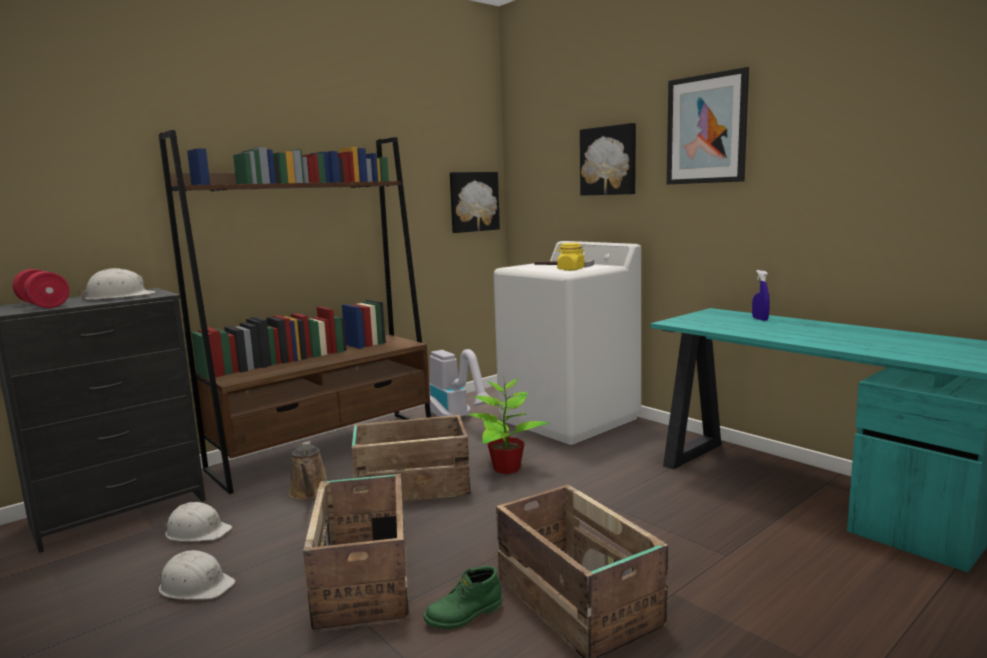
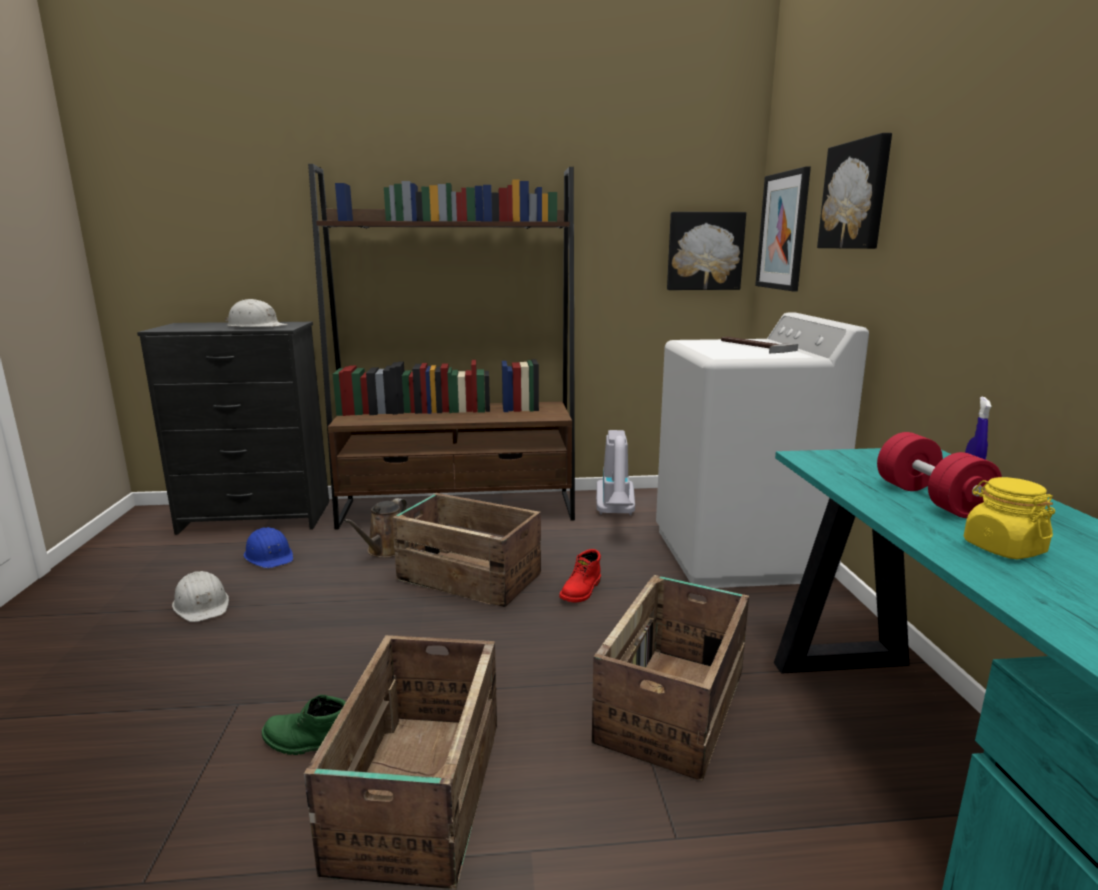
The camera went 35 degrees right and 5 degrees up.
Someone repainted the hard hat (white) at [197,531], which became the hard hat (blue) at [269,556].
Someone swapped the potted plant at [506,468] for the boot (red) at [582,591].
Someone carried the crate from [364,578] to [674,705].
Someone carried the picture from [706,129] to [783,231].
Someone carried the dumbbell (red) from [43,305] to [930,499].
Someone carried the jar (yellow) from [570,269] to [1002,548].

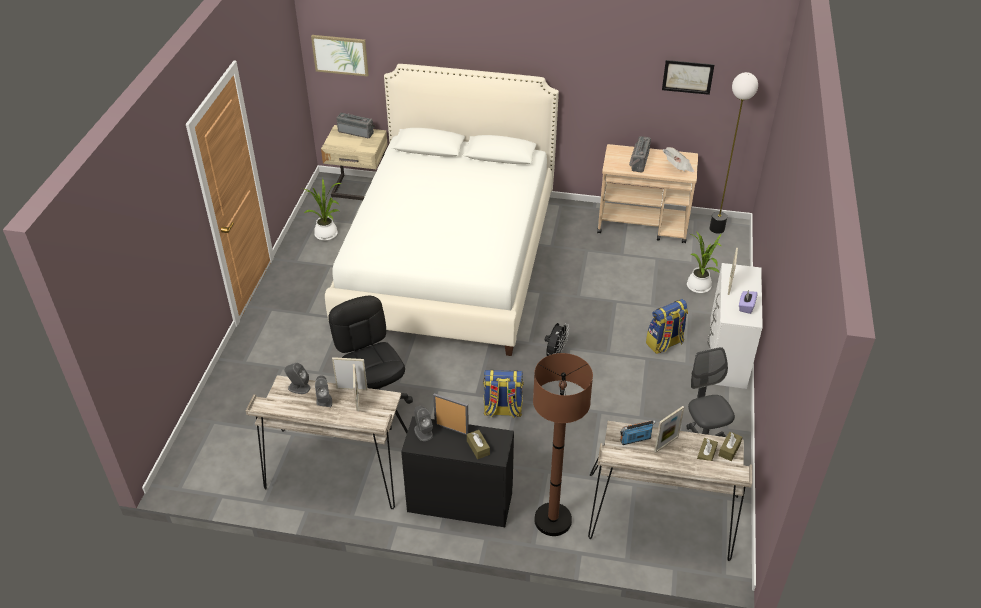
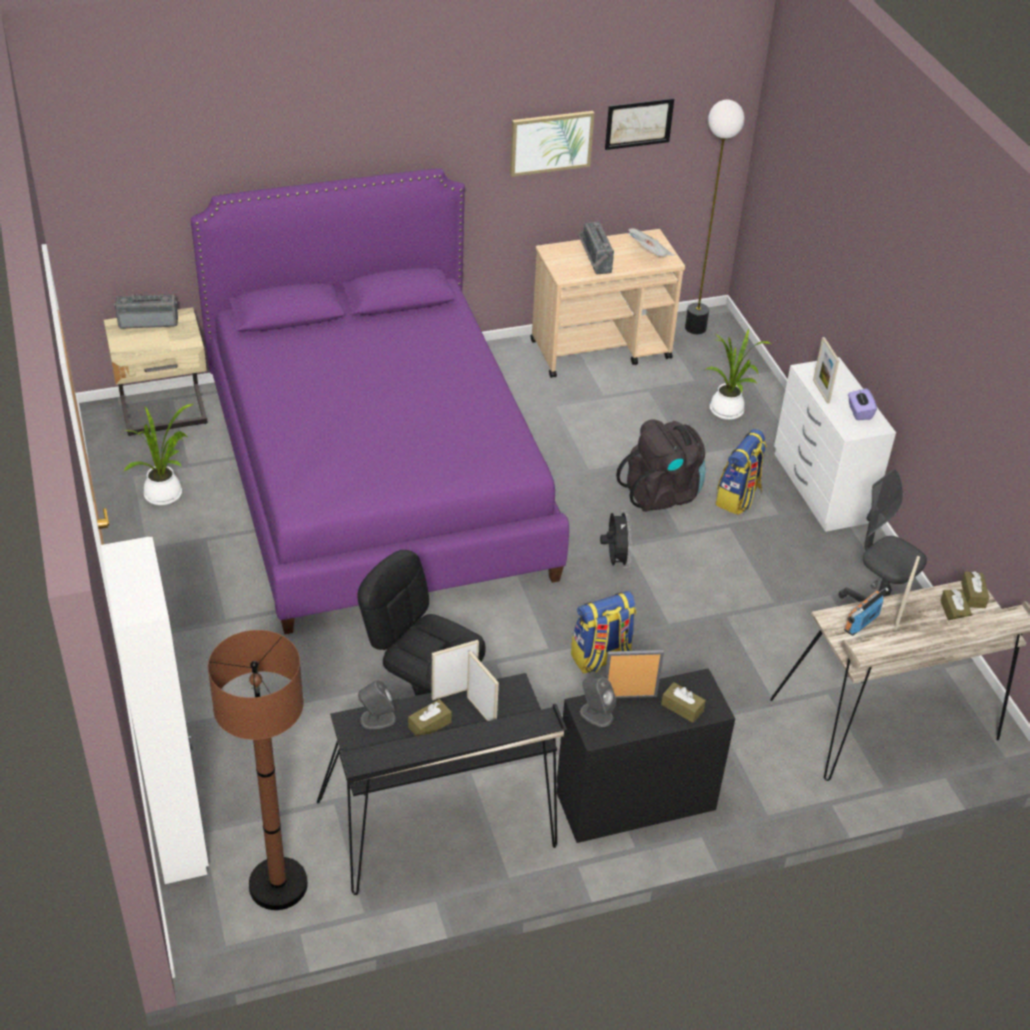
The camera went 30 degrees left and 0 degrees up.
Someone put down the wardrobe (white) at [180,837].
Someone repainted the bed (white) at [449,261], which became the bed (purple) at [377,477].
Someone carried the floor lamp (brown) from [552,520] to [278,885].
Someone repainted the desk (beige) at [338,471], which became the desk (black) at [441,827].
Someone swapped the speaker (grey) at [324,401] for the tissue box (brown) at [429,725].
Someone carried the picture from [340,55] to [551,142].
Someone put down the backpack (black) at [662,493].

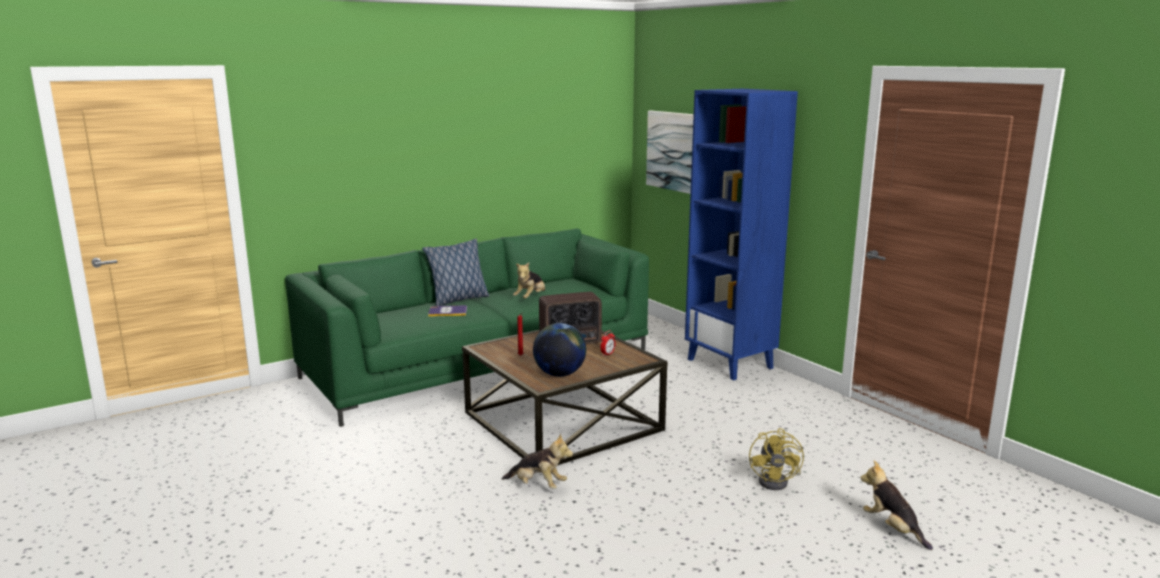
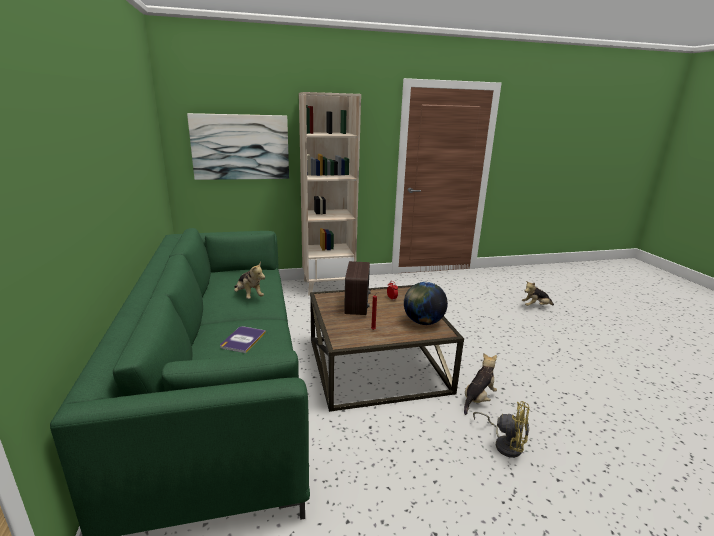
The camera went 70 degrees left and 5 degrees up.
Someone repainted the bookcase (blue) at [730,364], which became the bookcase (beige) at [328,286].
Someone carried the fan (yellow) from [777,481] to [504,443].
Someone took away the pillow at [458,300].

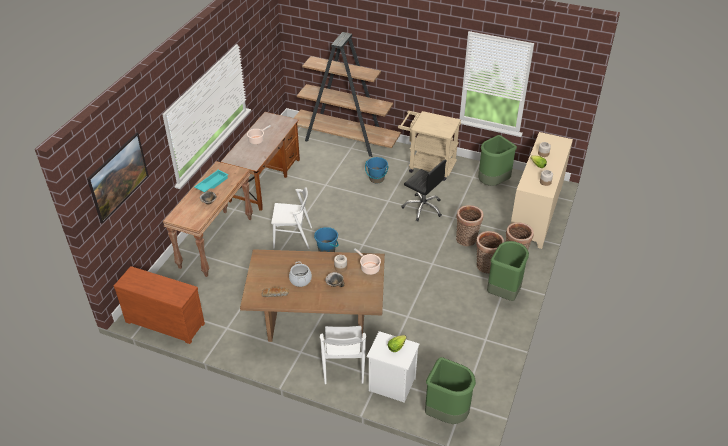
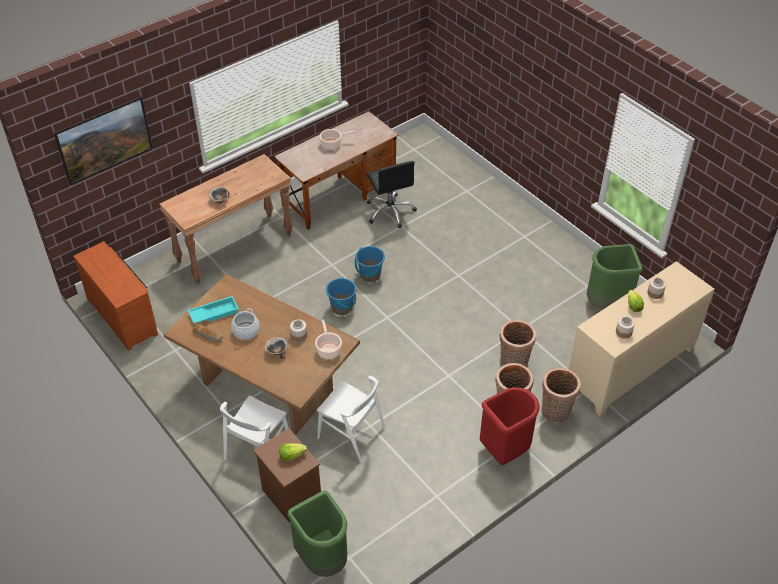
The camera went 30 degrees right and 5 degrees up.
Someone carried the tray (turquoise) from [211,183] to [214,313].
Someone repainted the nightstand (white) at [390,385], which became the nightstand (brown) at [290,495].
Someone carried the chair (white) from [293,237] to [351,433].
Someone carried the bucket (blue) from [376,179] to [370,275].
Someone carried the office chair (black) from [423,208] to [390,211].
Someone repainted the trash can (green) at [503,293], which became the trash can (red) at [505,450].
Someone took away the bookcase (brown) at [345,140].
Someone took away the cart (beige) at [427,166].

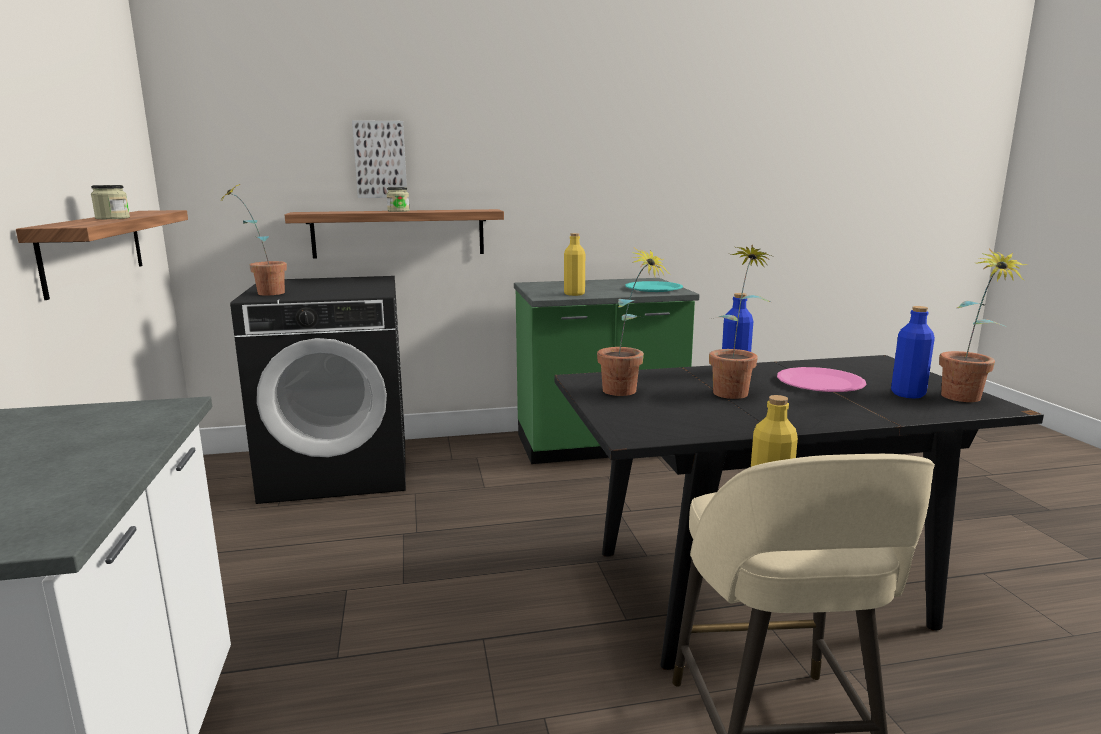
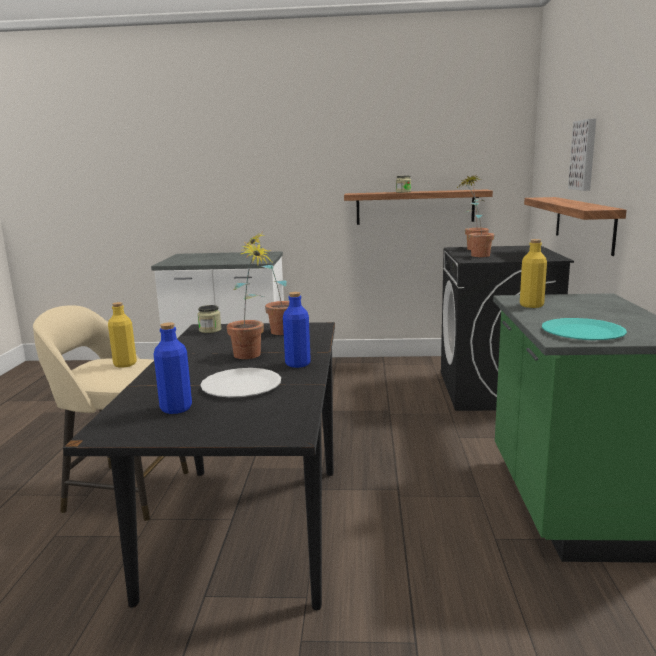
The camera went 105 degrees right and 0 degrees up.
Someone carried the jar from [398,211] to [210,330].
Someone repainted the plate (pink) at [820,382], which became the plate (white) at [241,385].
Someone carried the potted plant from [965,400] to [474,255].

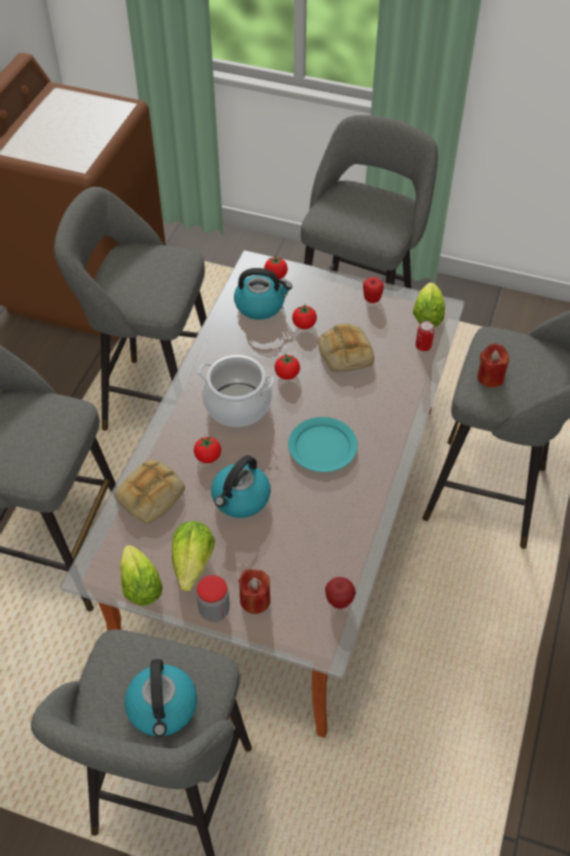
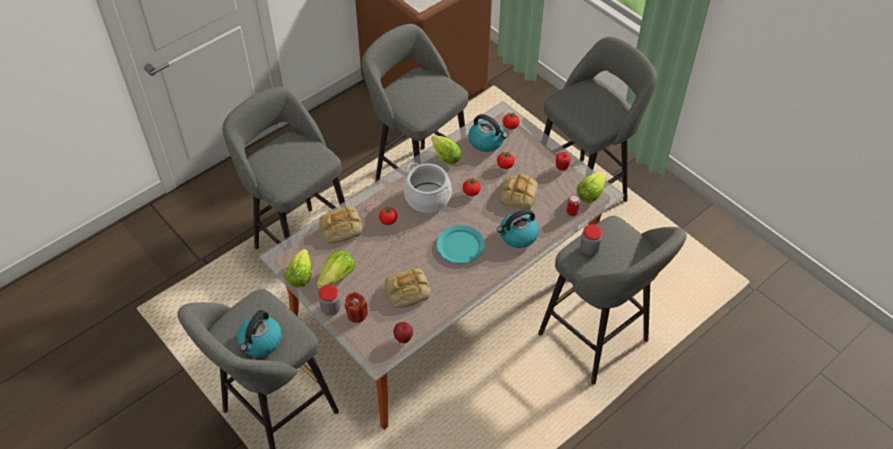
The camera went 30 degrees right and 0 degrees up.
Someone put down the bread at [407,291].
Someone put down the lettuce at [444,156].
Someone carried the kettle from [240,499] to [517,236].
Someone swapped the candle (red) at [490,377] for the jar at [589,249].

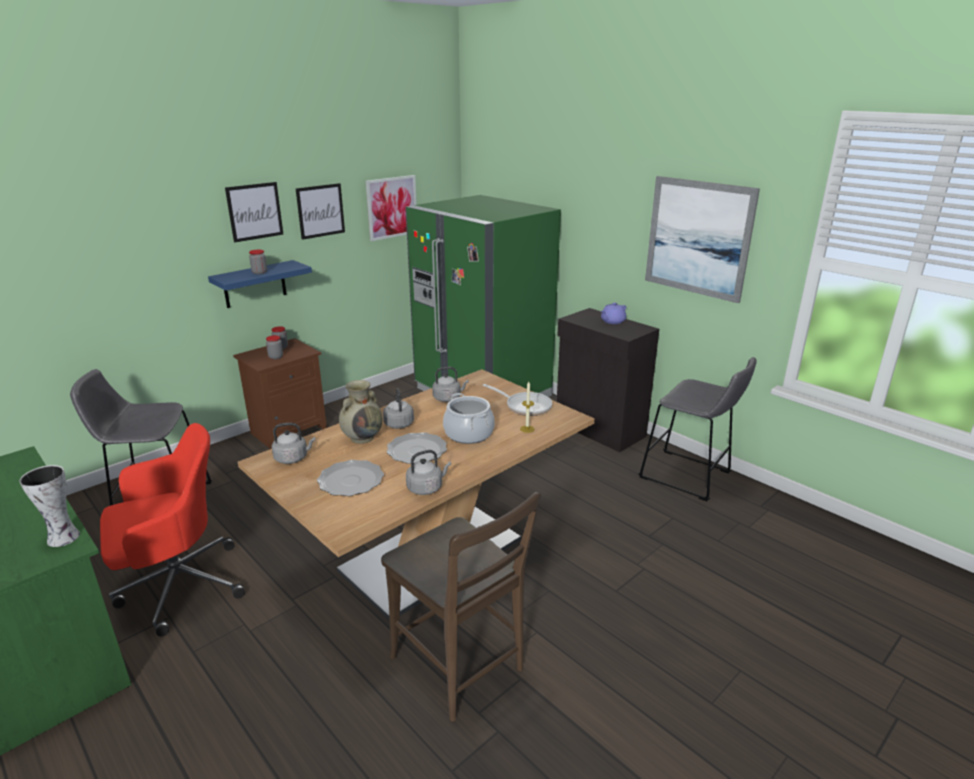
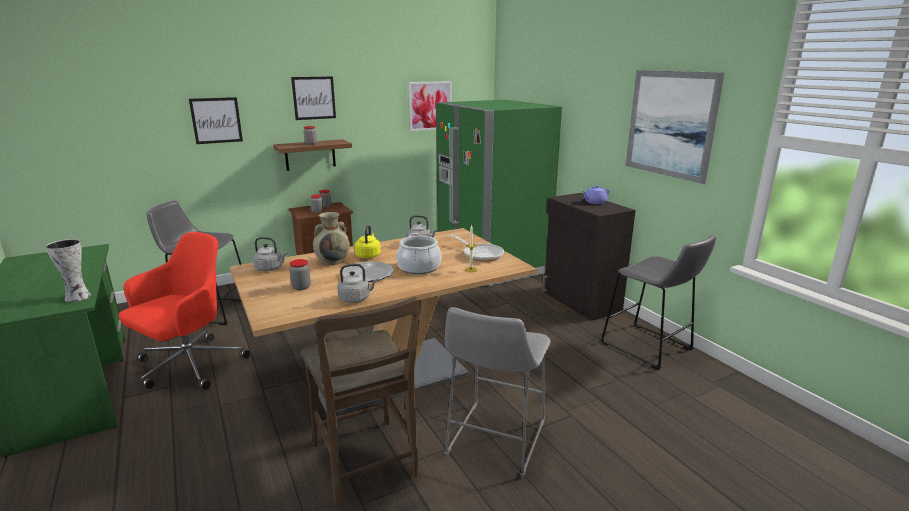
The camera went 15 degrees right and 5 degrees down.
Someone rotated the office chair (red) at [178,586] by 45 degrees counterclockwise.
Someone carried the picture from [320,211] to [216,120].
Someone repainted the shelf (blue) at [254,284], which became the shelf (brown) at [310,155].
Someone swapped the plate at [350,480] for the jar at [301,287].
Someone repainted the kettle (grey) at [399,423], which became the kettle (yellow) at [368,255].
Someone put down the stool (grey) at [494,441].

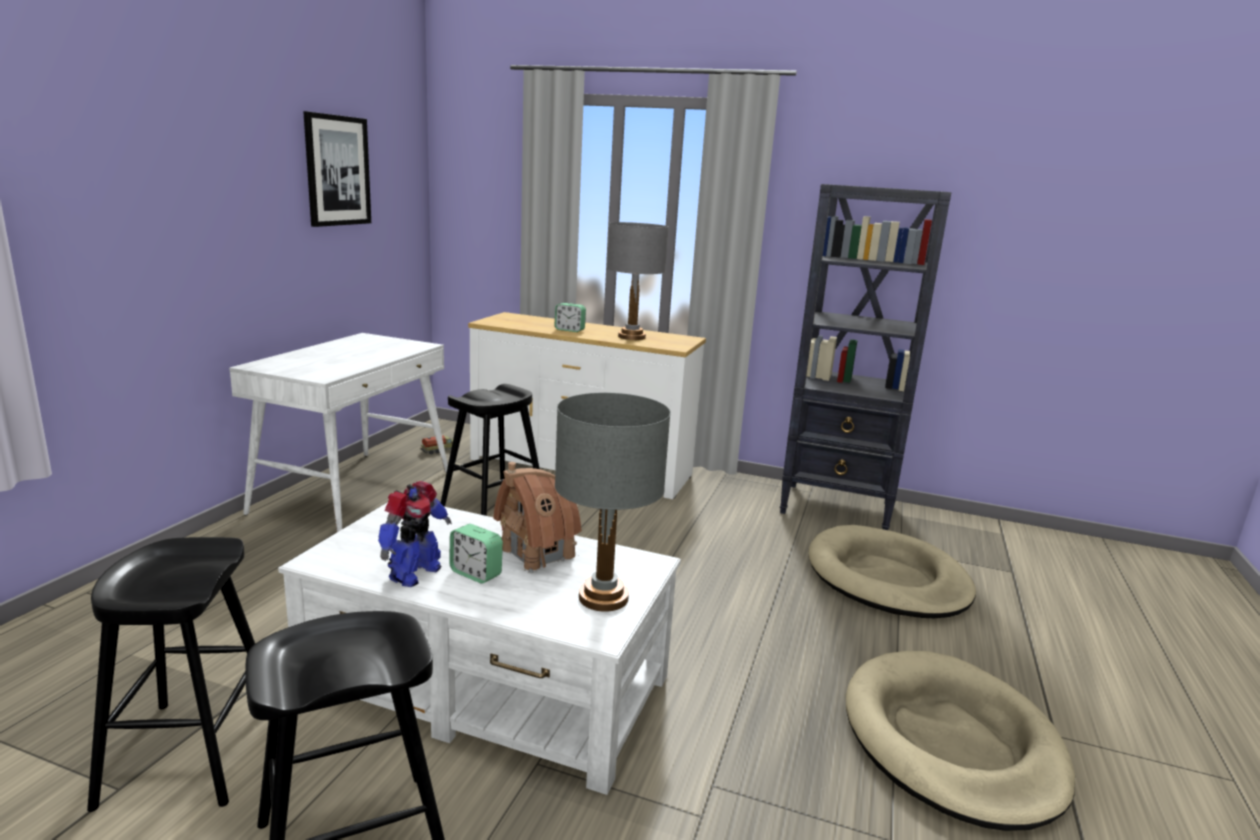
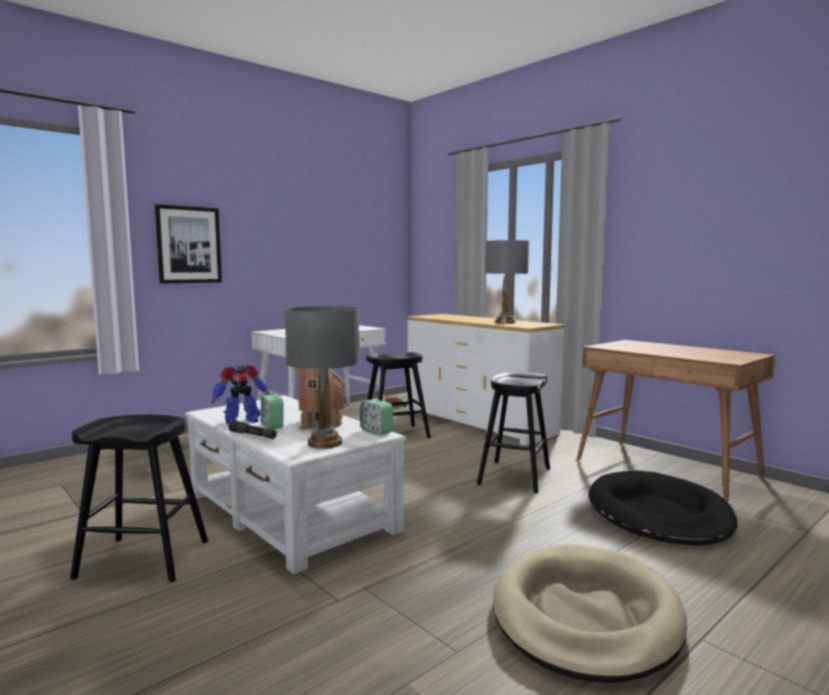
The camera went 30 degrees right and 10 degrees down.
Someone carried the picture from [337,171] to [189,245].
Someone put down the flashlight (black) at [252,435].
Someone carried the alarm clock from [569,330] to [377,431].
Someone carried the stool (black) from [191,752] to [514,476].
Someone swapped the bookcase (black) at [837,508] for the desk (brown) at [667,468].
Someone repainted the dog bed (beige) at [887,578], which became the dog bed (black) at [658,514].

